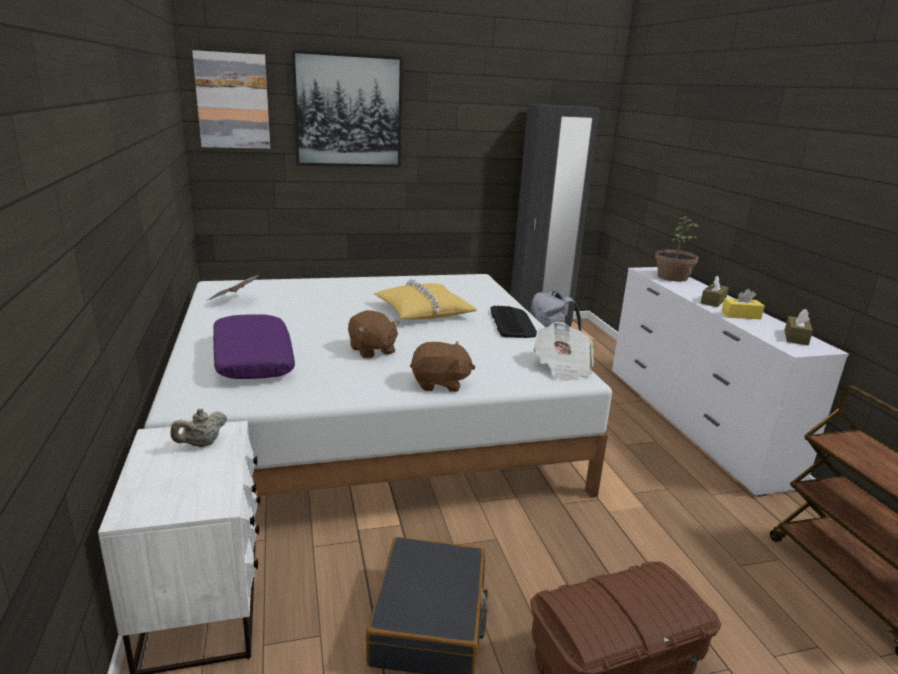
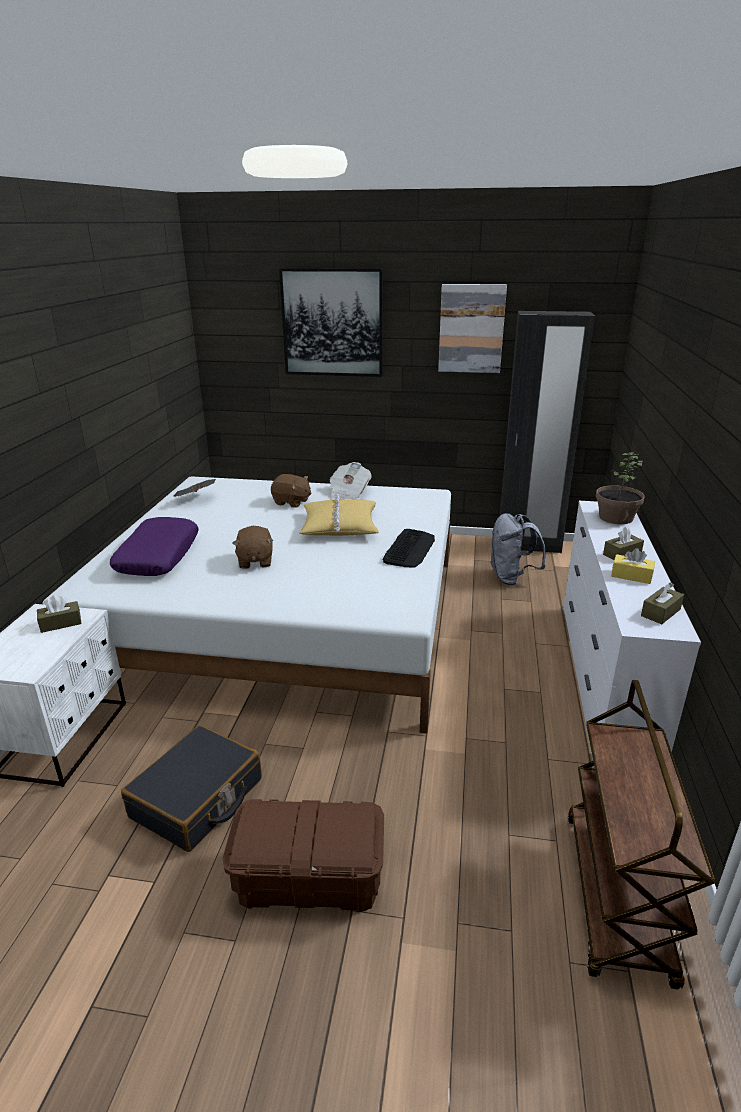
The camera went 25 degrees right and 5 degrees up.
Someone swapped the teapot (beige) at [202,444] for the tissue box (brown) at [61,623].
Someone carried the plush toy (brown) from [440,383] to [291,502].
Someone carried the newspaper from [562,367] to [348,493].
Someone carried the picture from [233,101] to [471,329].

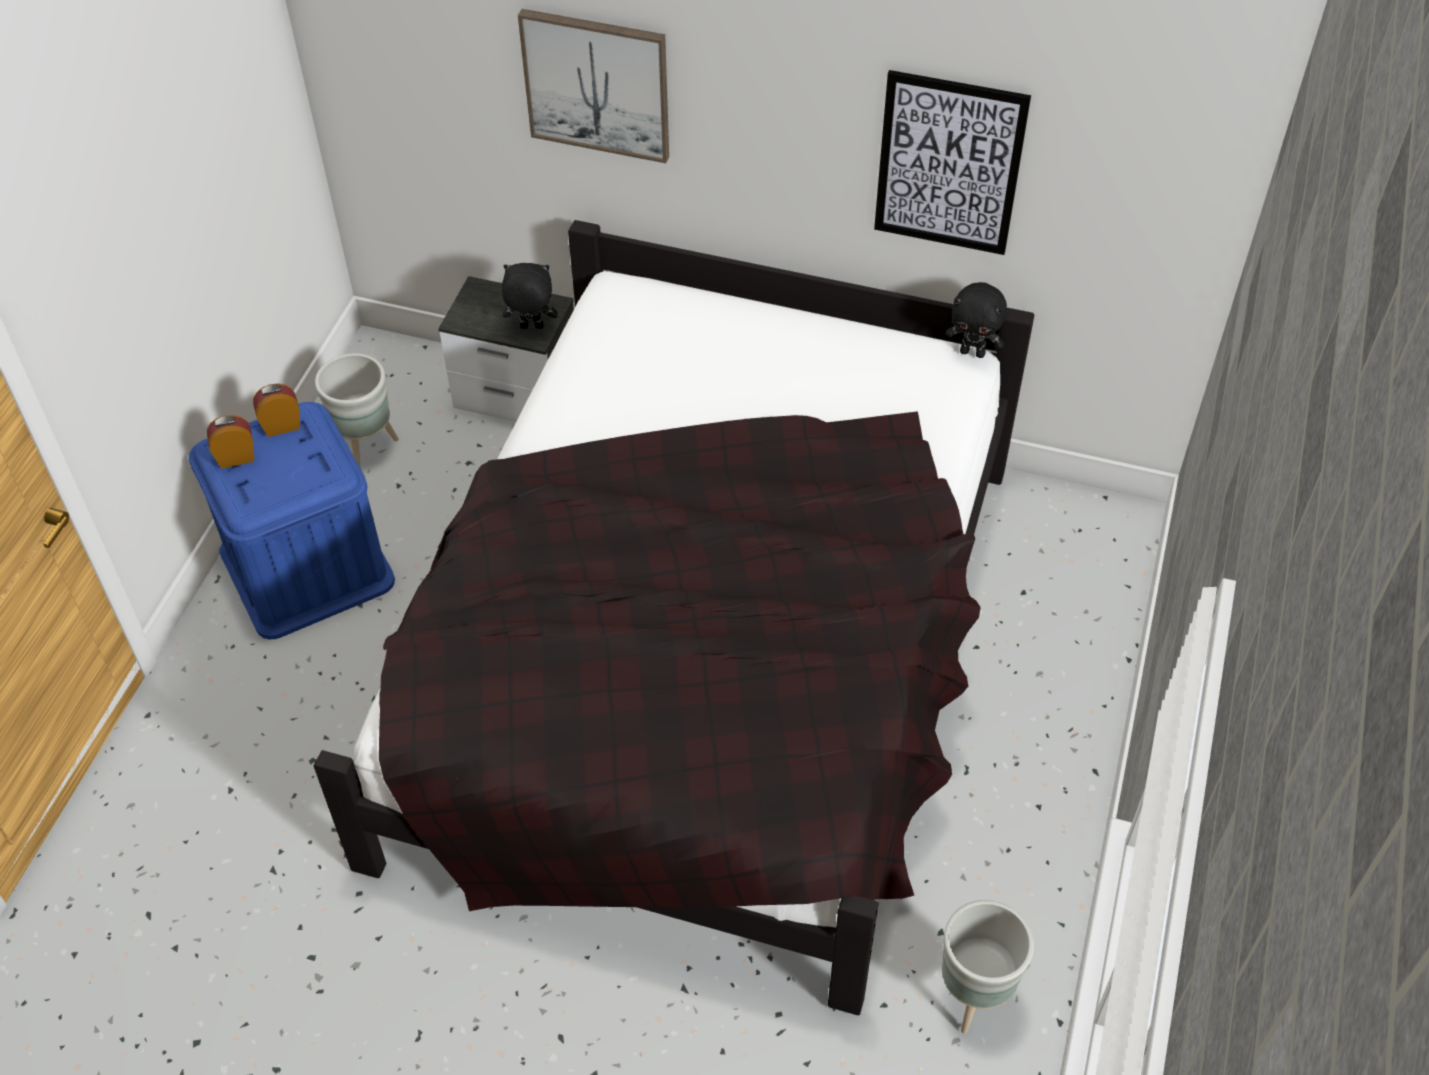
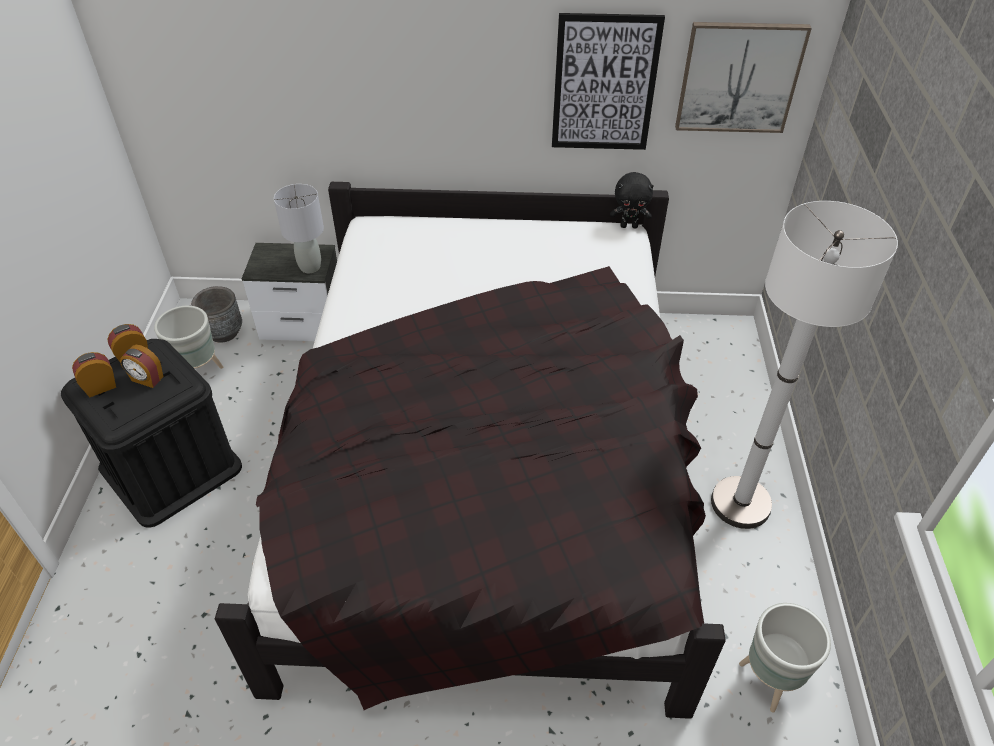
The camera went 15 degrees left and 5 degrees down.
Someone repainted the storage box (blue) at [306,565], which became the storage box (black) at [170,466].
Someone put down the alarm clock at [147,379].
Someone put down the planter (grey) at [223,332].
Someone swapped the plush toy (black) at [531,327] for the table lamp (grey) at [310,267].
Someone carried the picture from [597,84] to [739,77].
Someone put down the floor lamp (white) at [740,503].

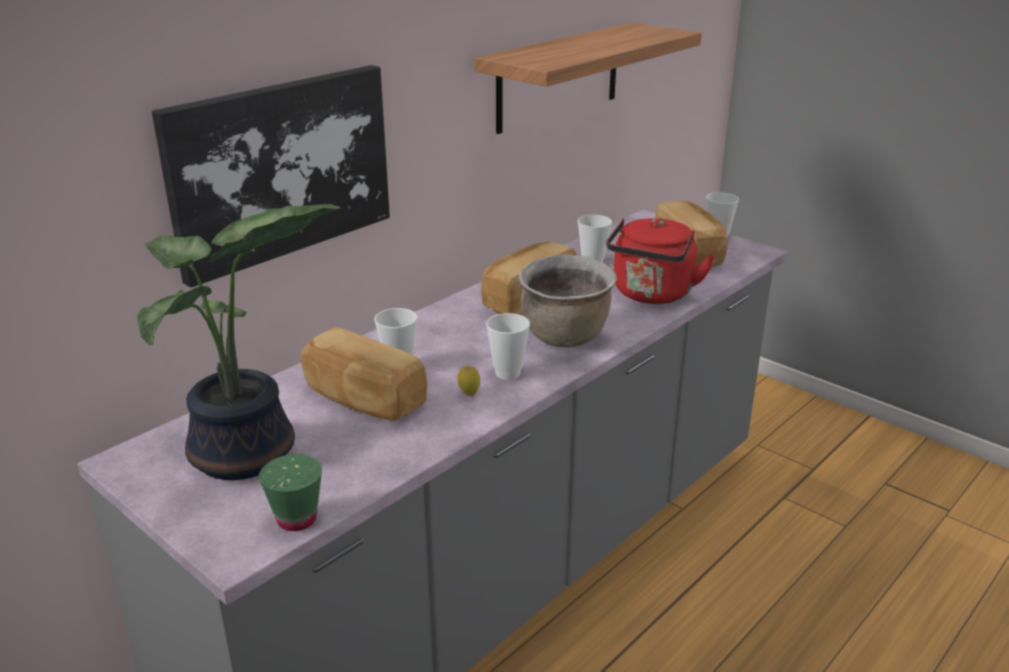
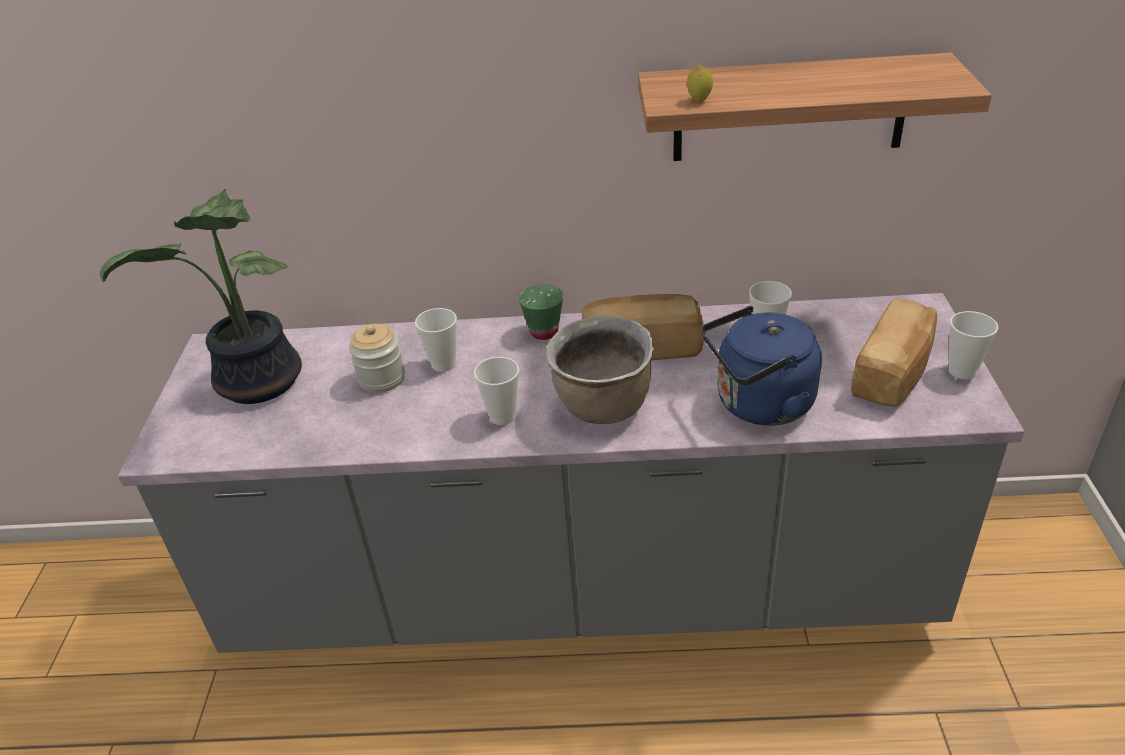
The camera went 50 degrees right and 10 degrees up.
Someone swapped the bread at [363,399] for the jar at [382,379].
Someone carried the cup (green) from [297,519] to [544,332].
Someone carried the lemon from [469,394] to [699,100].
Someone repainted the kettle (red) at [651,295], which became the kettle (blue) at [759,405].
Someone took away the picture at [280,169].

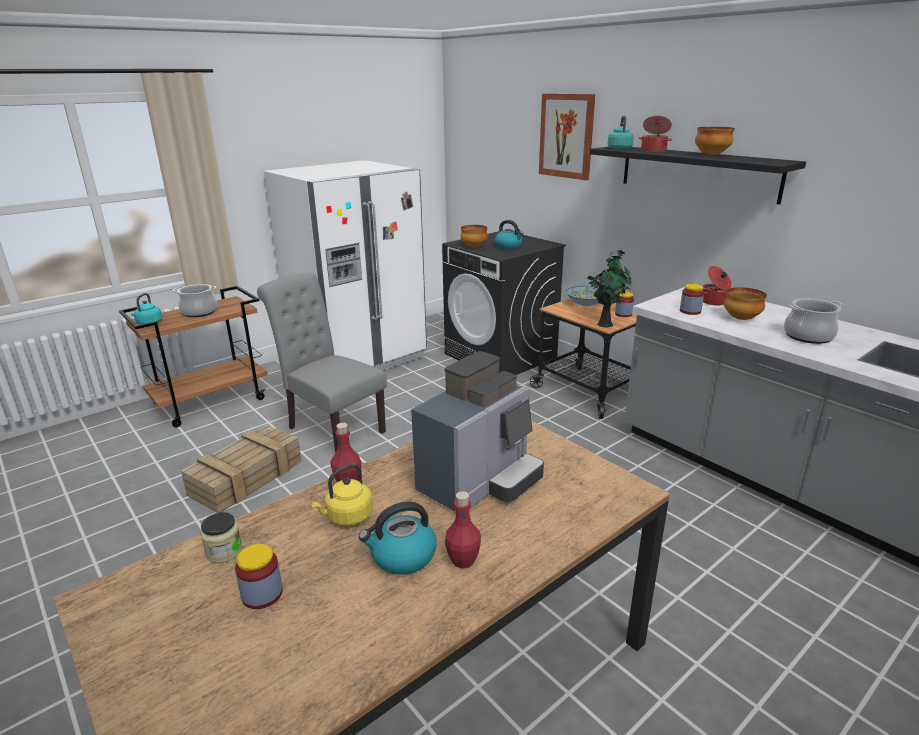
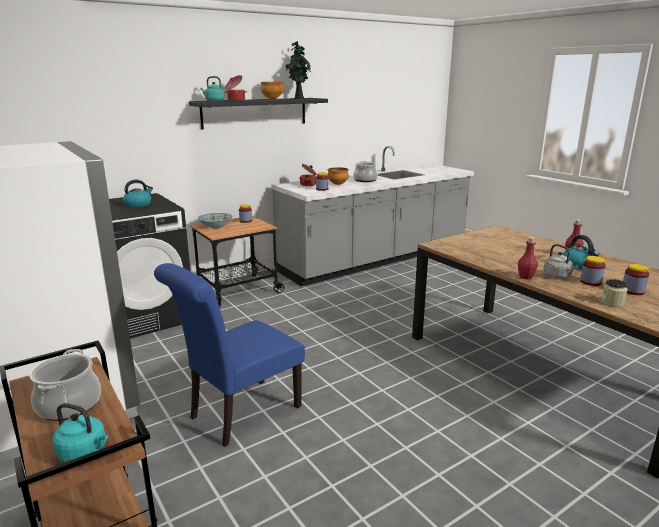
The camera went 85 degrees left and 5 degrees down.
Someone repainted the chair (grey) at [331,428], which became the chair (blue) at [239,414].
Someone carried the potted plant from [605,324] to [298,98].
Someone repainted the kettle (yellow) at [347,517], which became the kettle (grey) at [558,276].
Someone put down the jar at [590,282].
Someone took away the crate at [247,477].
Someone took away the coffee machine at [480,482].
Someone took away the bowl at [473,247].
Someone took away the picture at [566,136].

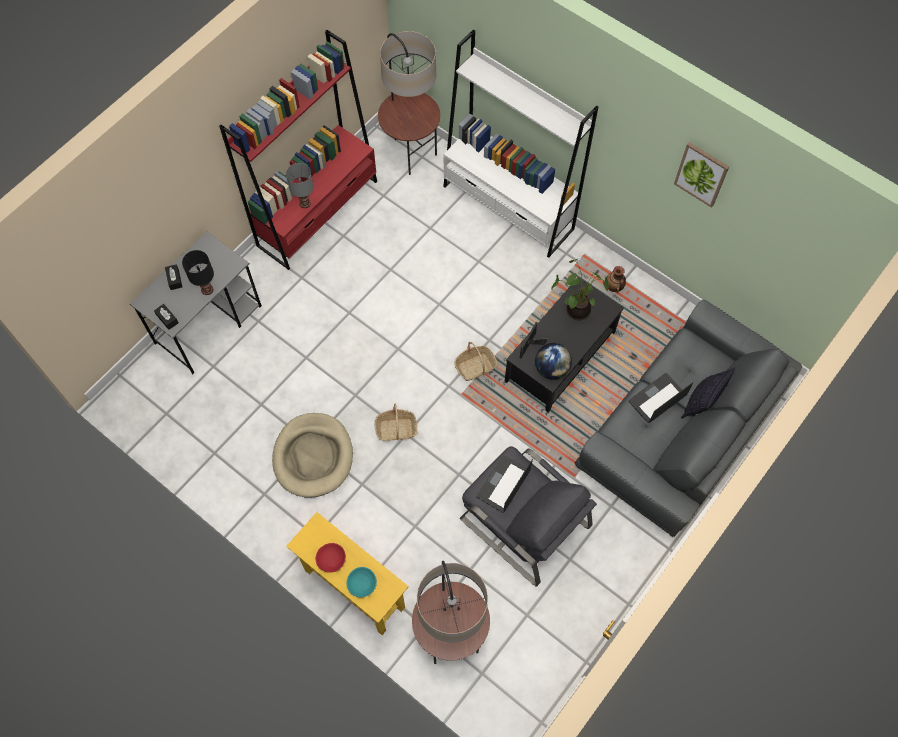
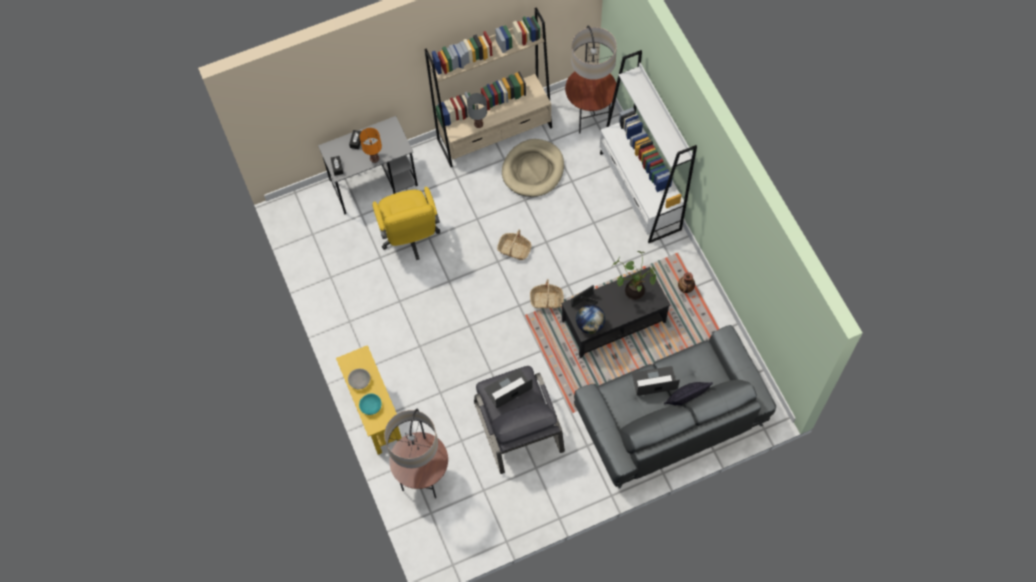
The camera went 30 degrees right and 0 degrees up.
Someone repainted the bowl (red) at [331,560], which became the bowl (grey) at [360,381].
Someone repainted the table lamp (black) at [207,289], which became the table lamp (orange) at [375,158].
Someone put down the office chair (yellow) at [410,238].
Someone repainted the bookcase (red) at [318,213], which became the bookcase (beige) at [495,133].
Someone carried the basket from [396,429] to [514,249].
Someone carried the dog bed (beige) from [313,456] to [533,170].
Someone took away the picture at [701,174].

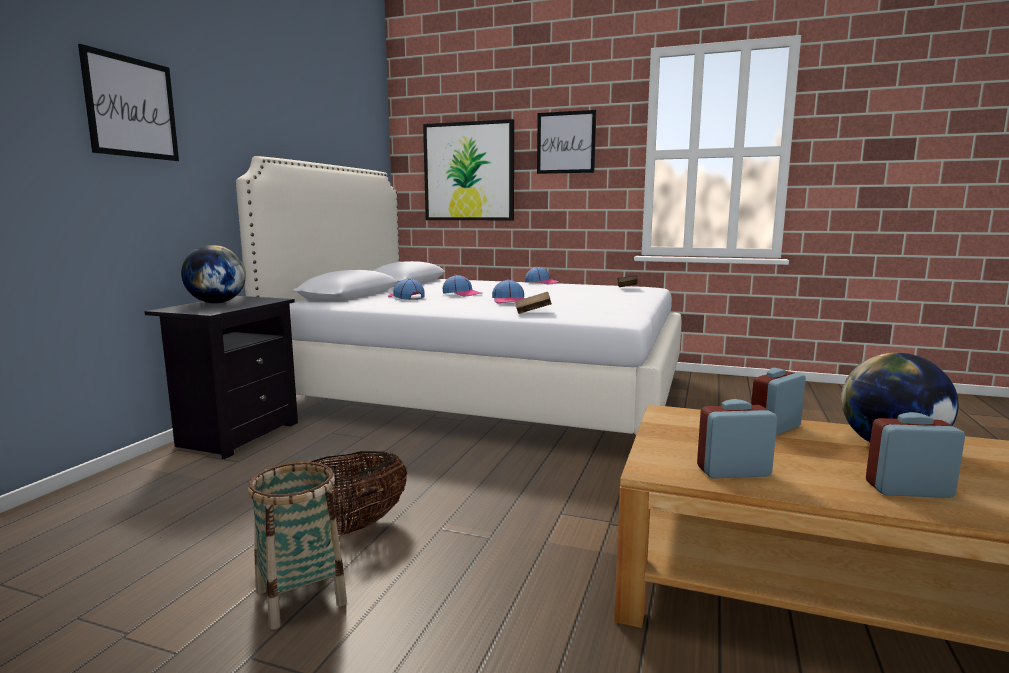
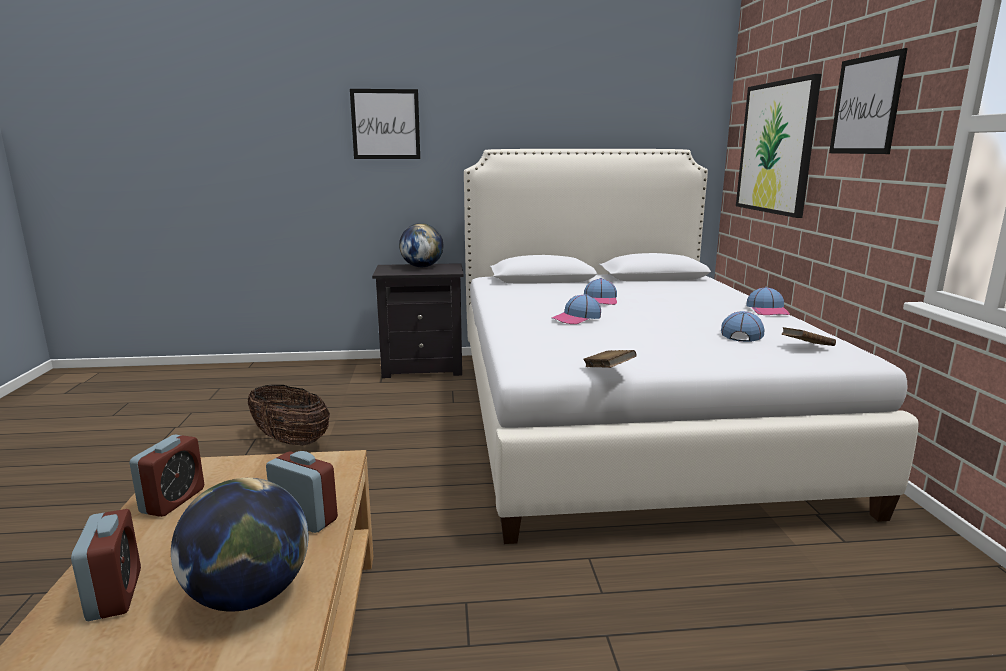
The camera went 65 degrees right and 5 degrees up.
Someone rotated the alarm clock at [733,471] by 45 degrees clockwise.
Someone carried the book (brown) from [532,312] to [608,370].
Someone carried the cap from [405,297] to [742,334].
Someone took away the basket at [301,597].

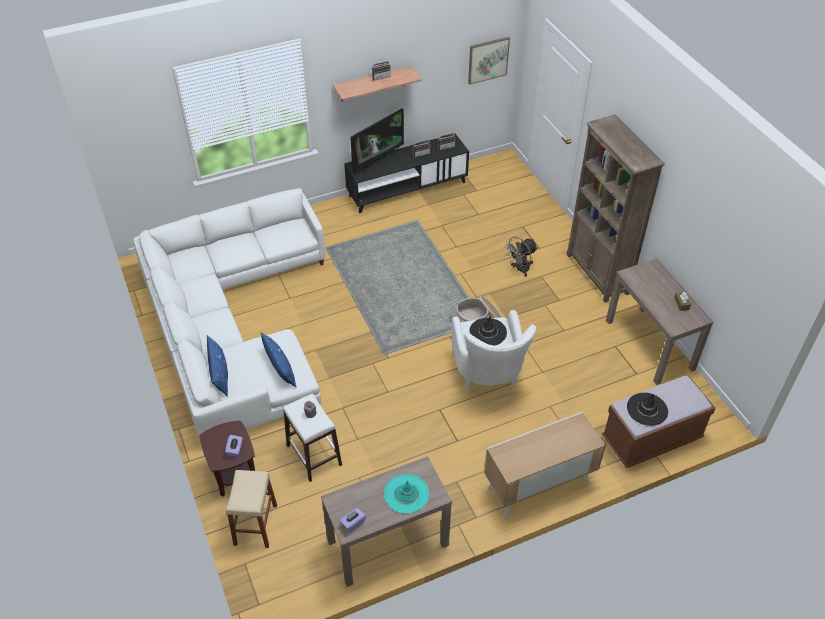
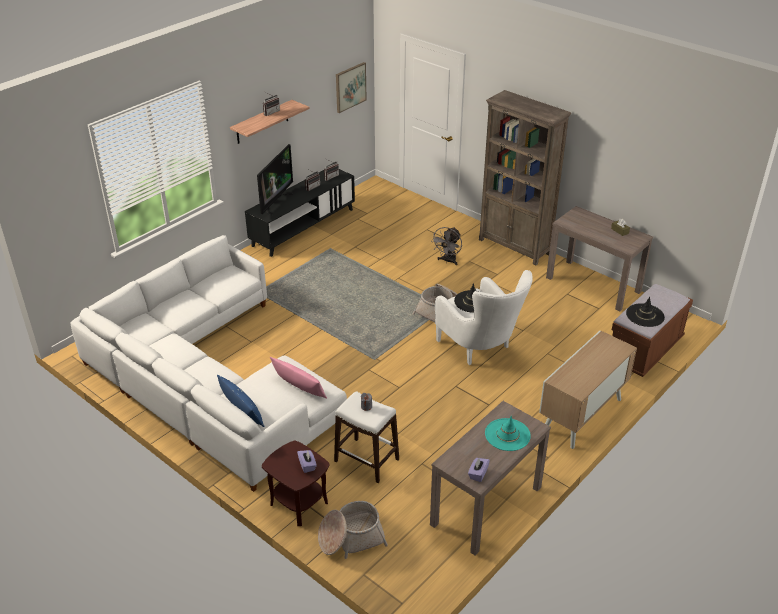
The camera went 25 degrees left and 10 degrees down.
Someone repainted the pillow (blue) at [280,367], which became the pillow (pink) at [299,387].
Someone swapped the stool (beige) at [255,525] for the basket at [351,538].

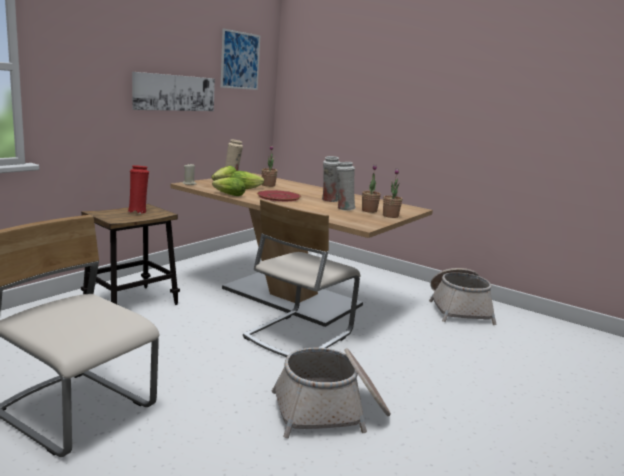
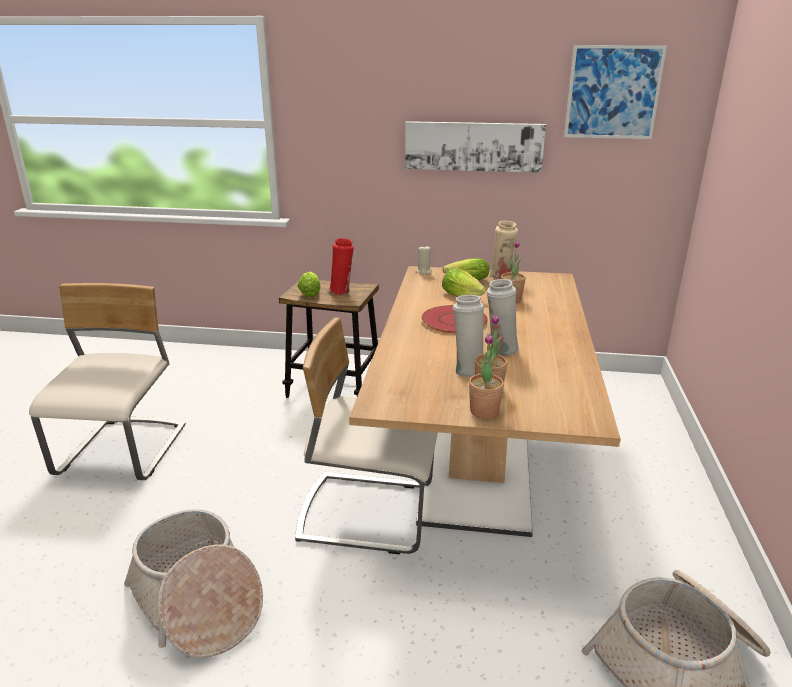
The camera went 65 degrees right and 10 degrees up.
Someone carried the lettuce from [227,195] to [311,292].

